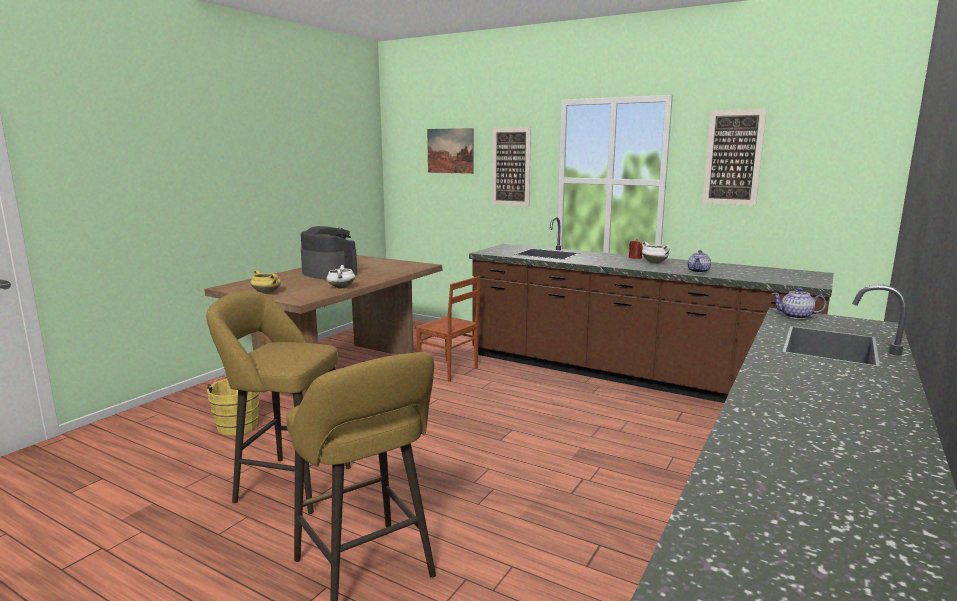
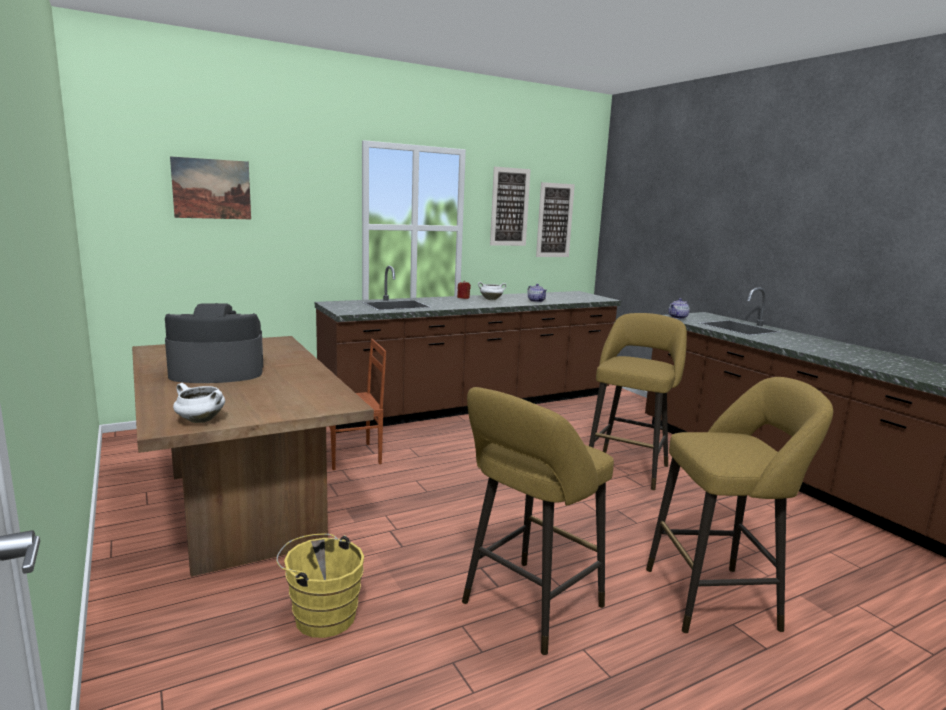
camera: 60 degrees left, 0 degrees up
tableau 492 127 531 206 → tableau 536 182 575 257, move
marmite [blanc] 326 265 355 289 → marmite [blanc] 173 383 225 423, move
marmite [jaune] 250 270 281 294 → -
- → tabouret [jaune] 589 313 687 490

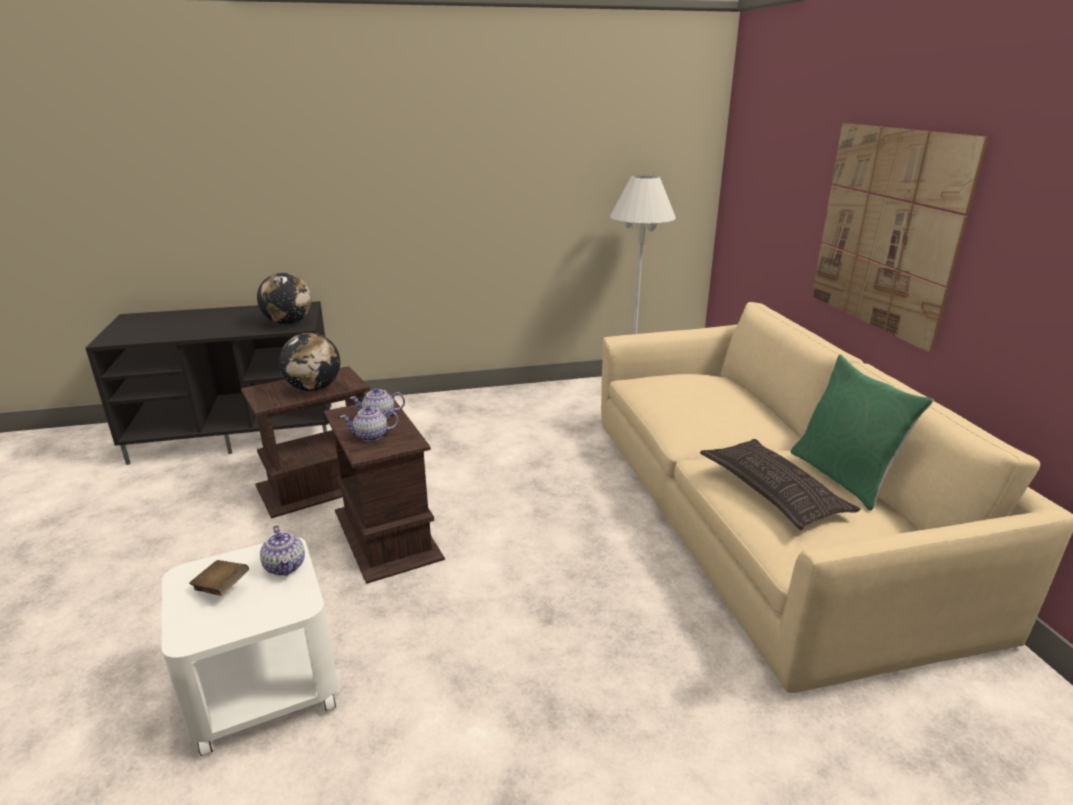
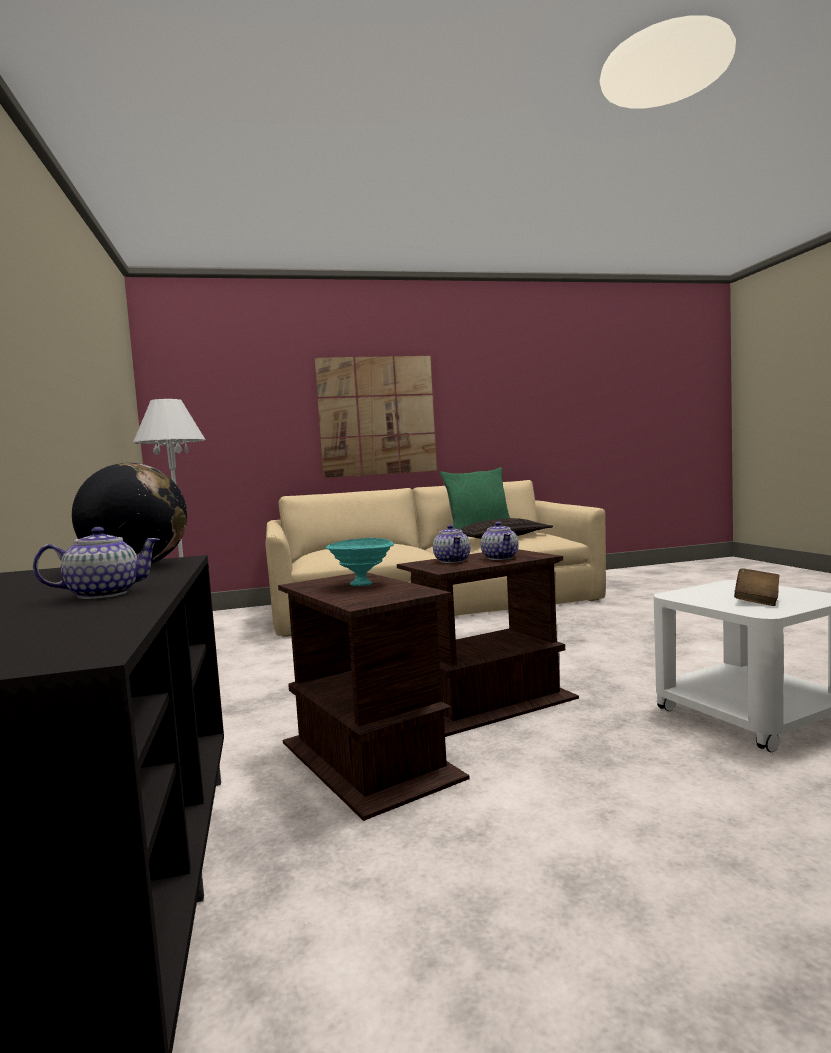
camera: 90 degrees left, 20 degrees down
globe 279 333 340 391 → bol [turquoise] 325 538 394 586
théière 260 525 305 576 → théière 33 527 161 599, move

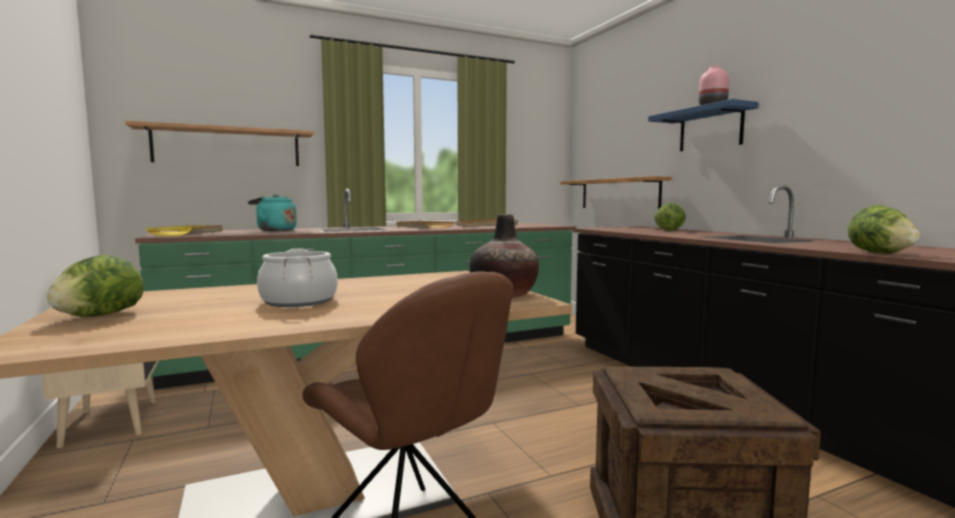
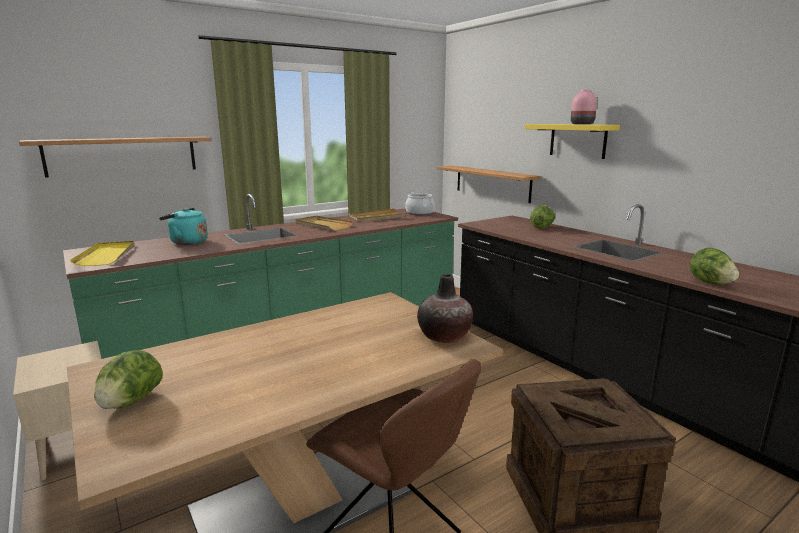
camera: 10 degrees left, 10 degrees up
étagère [bleu] 648 99 759 151 → étagère [jaune] 525 124 620 159
marmite 257 249 338 307 → marmite 405 192 435 215, move

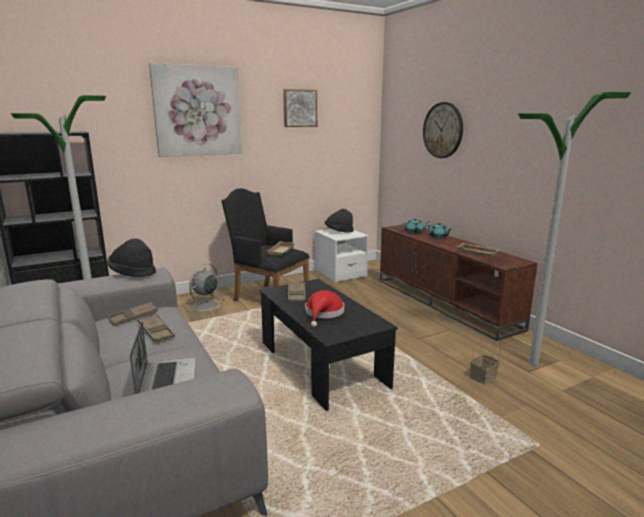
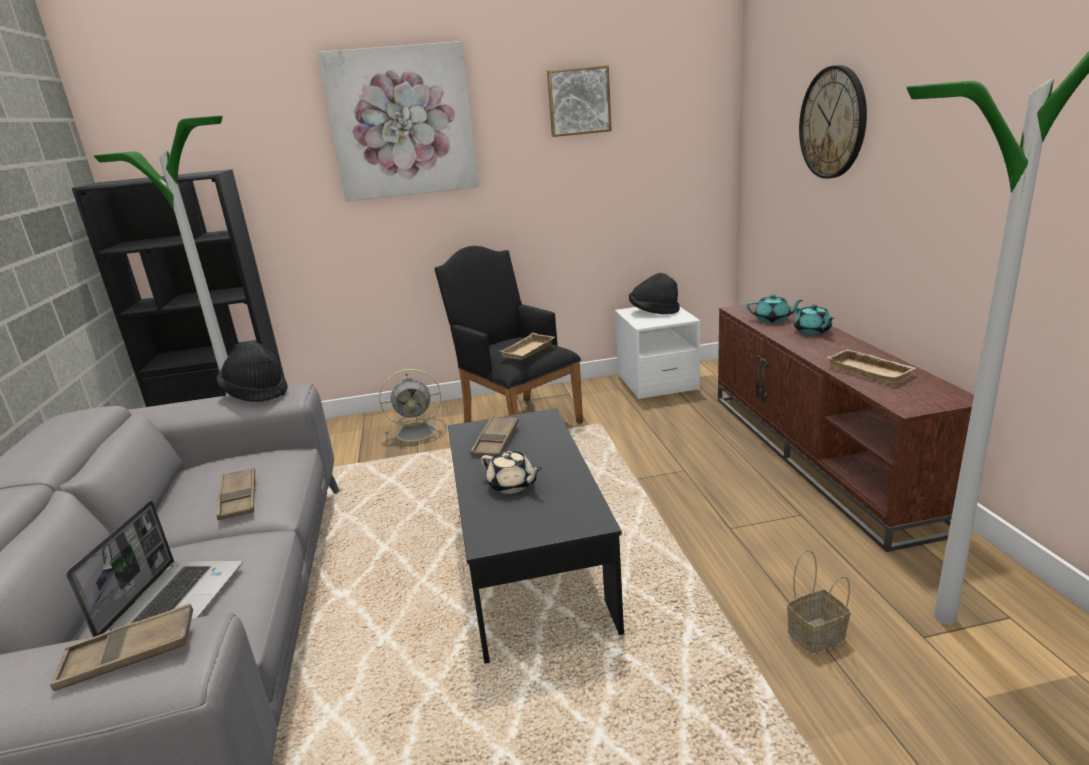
camera: 20 degrees right, 5 degrees up
ventilateur [gris] 186 263 225 314 → ventilateur [gris] 380 369 447 446, 150 degrees counterclockwise
chapeau [rouge] 305 290 344 327 → théière [beige] 481 451 542 494
plateau [marron] 108 302 158 326 → plateau [marron] 50 604 193 691, move

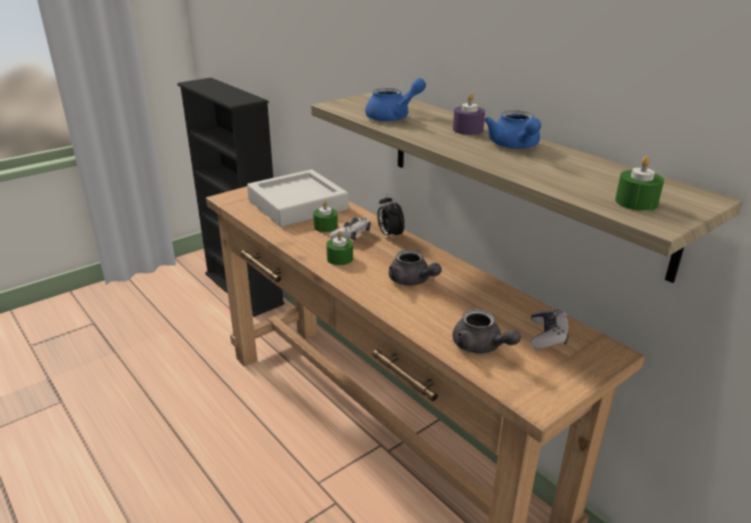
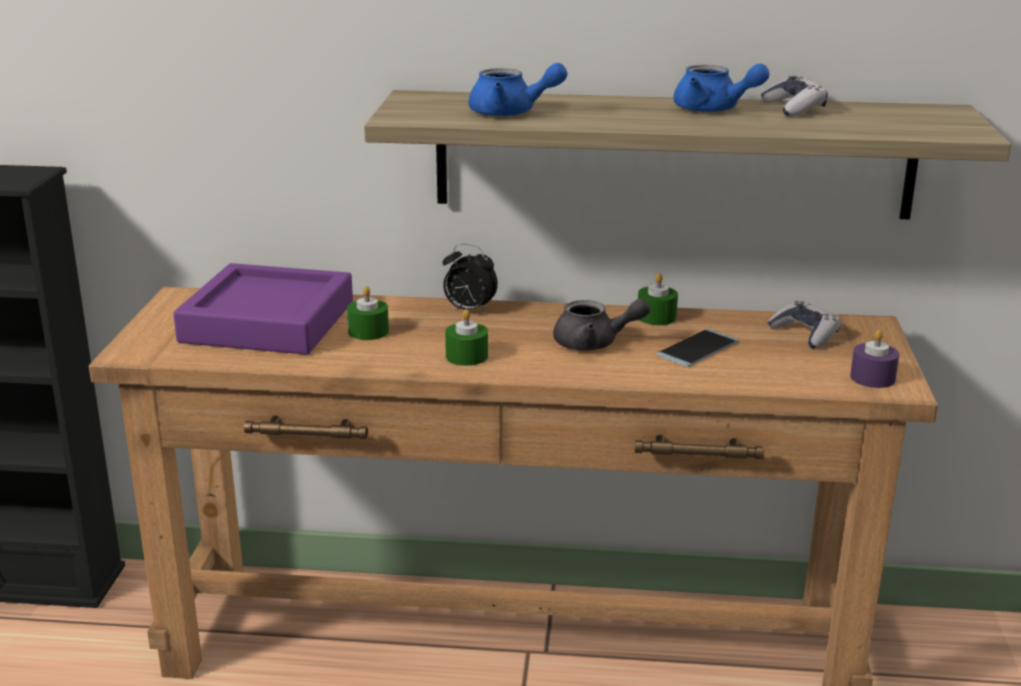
camera: 45 degrees left, 5 degrees down
théière [bleu] 365 78 426 122 → théière [bleu] 468 63 567 117, 90 degrees clockwise
bougie [violet] 453 93 485 135 → bougie [violet] 850 330 899 388, move
bougie [vert] 615 156 664 211 → bougie [vert] 638 273 678 325, move
plateau [gris] 247 170 349 227 → plateau [violet] 173 263 353 355
manette 329 217 371 241 → manette 761 76 828 117, move
théière [gris] 452 309 521 354 → -
- → téléphone 657 329 738 367

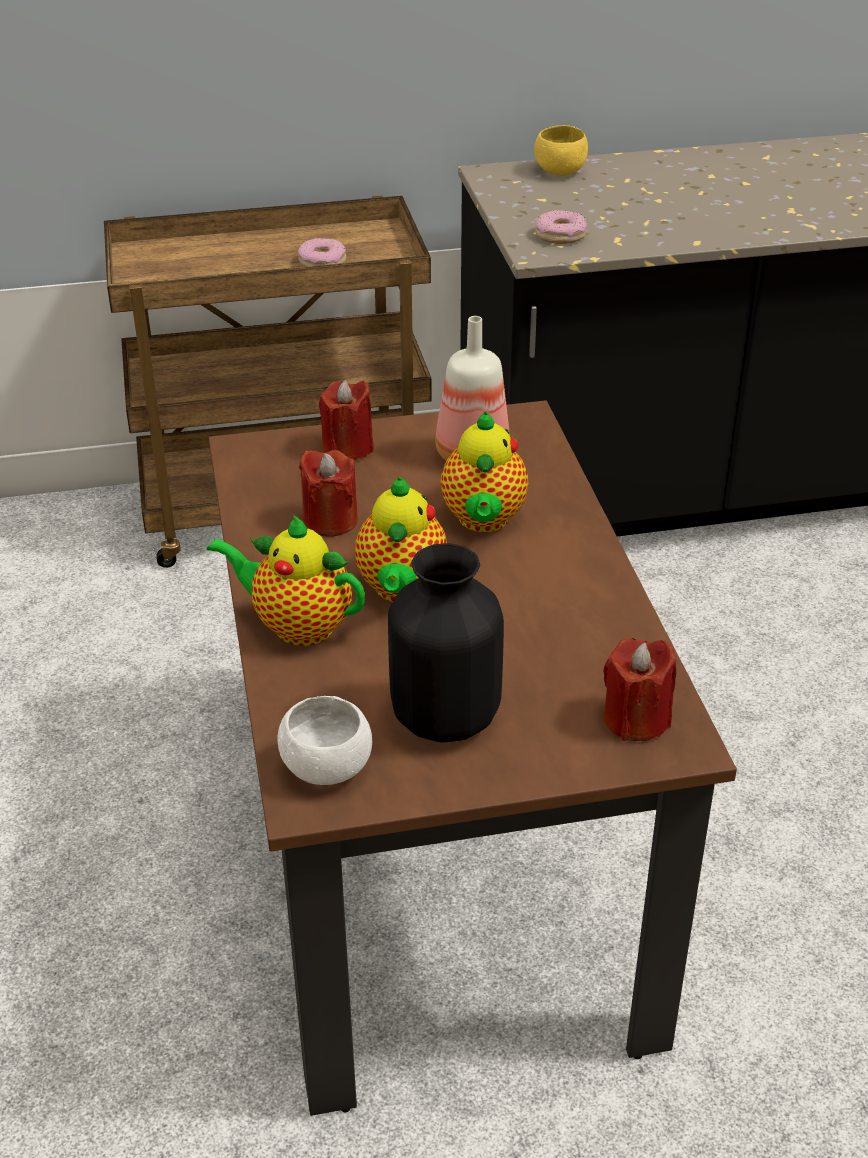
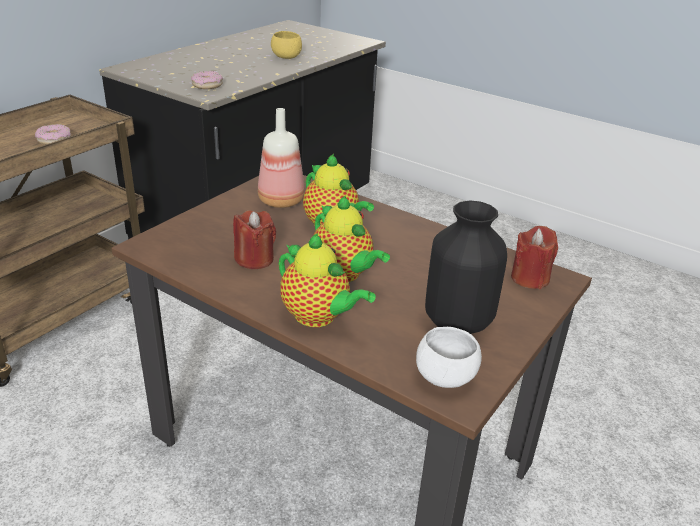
camera: 45 degrees left, 5 degrees down
bol [jaune] 534 125 588 176 → bol [jaune] 271 31 302 59, move
bougie [rouge] 319 380 374 460 → -
théière 207 515 365 646 → théière 279 233 376 327, 120 degrees counterclockwise

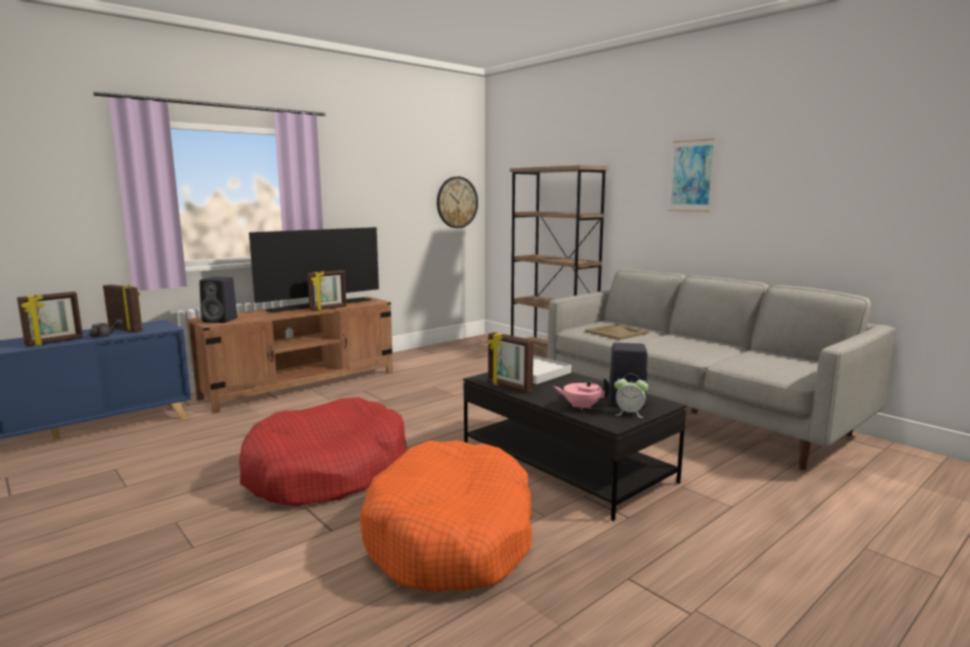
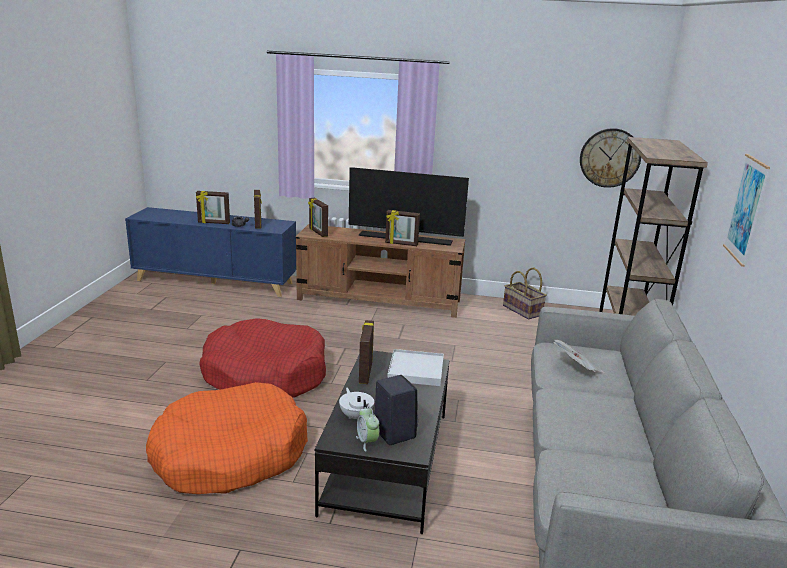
camera: 50 degrees right, 10 degrees up
enceinte [noir] 199 277 238 323 → cadre photo 308 198 328 237
plateau [beige] 585 324 649 340 → journal 553 340 605 373
théière [rose] 553 377 610 411 → théière [blanc] 339 388 374 419
- → panier 503 268 547 319

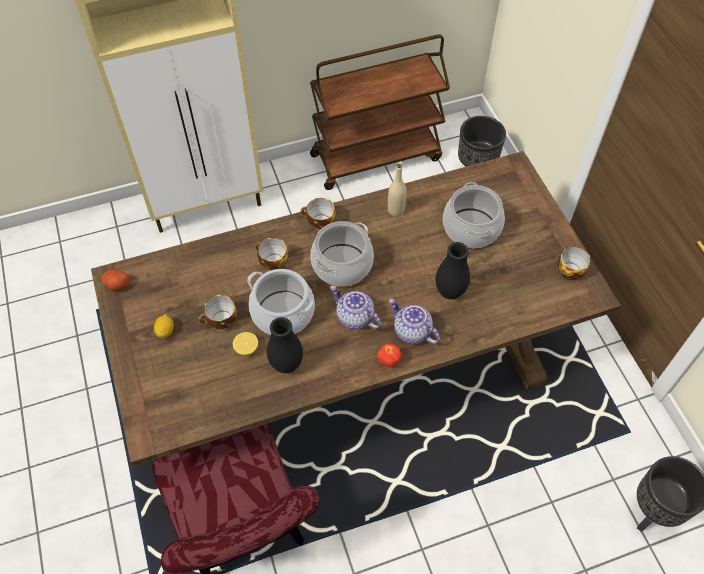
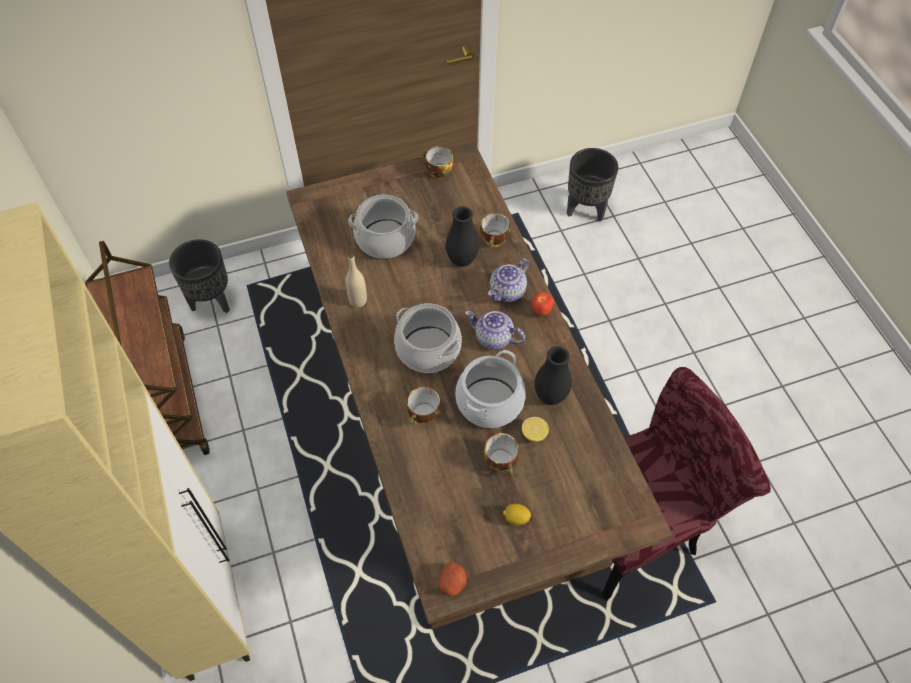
camera: 90 degrees left, 0 degrees up
tasse 301 198 336 231 → tasse 480 213 510 248, move
théière 330 286 381 329 → théière 465 311 525 350, 75 degrees clockwise

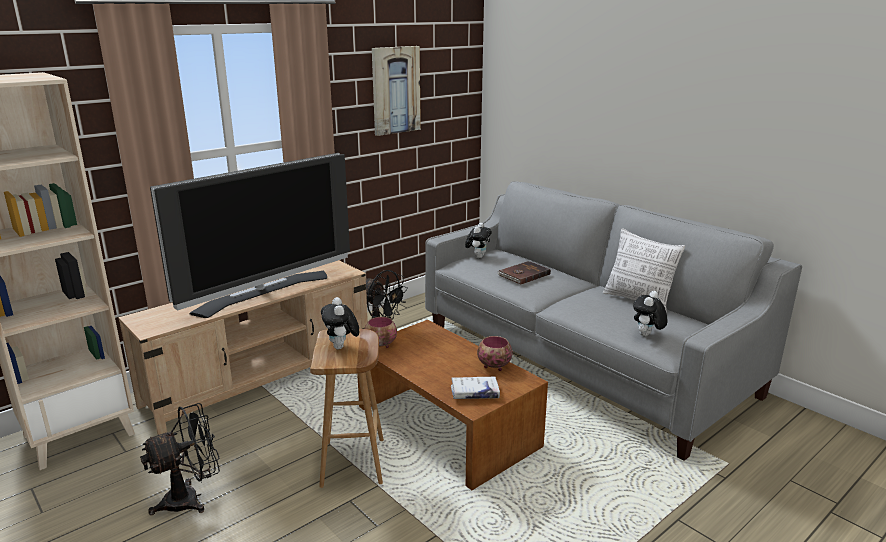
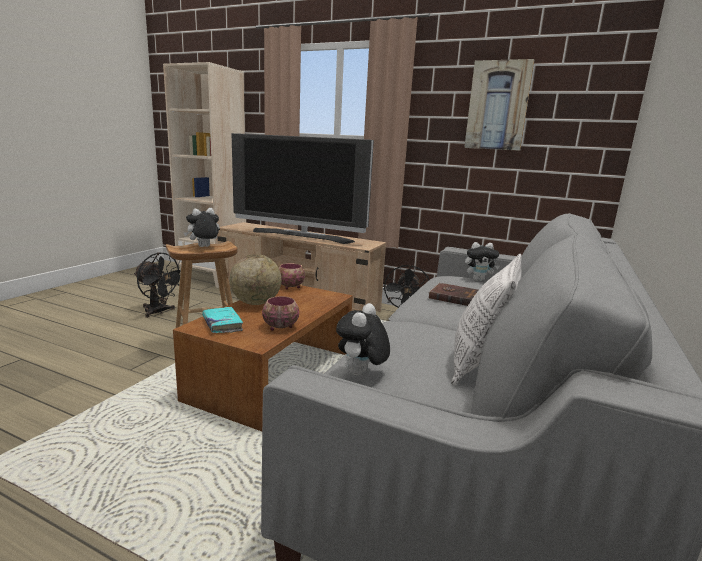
camera: 65 degrees right, 5 degrees down
peluche 633 291 667 336 → peluche 336 303 390 375, 75 degrees counterclockwise
livre [blanc] 451 377 500 399 → livre [turquoise] 202 307 243 333
- → globe 230 254 281 305

